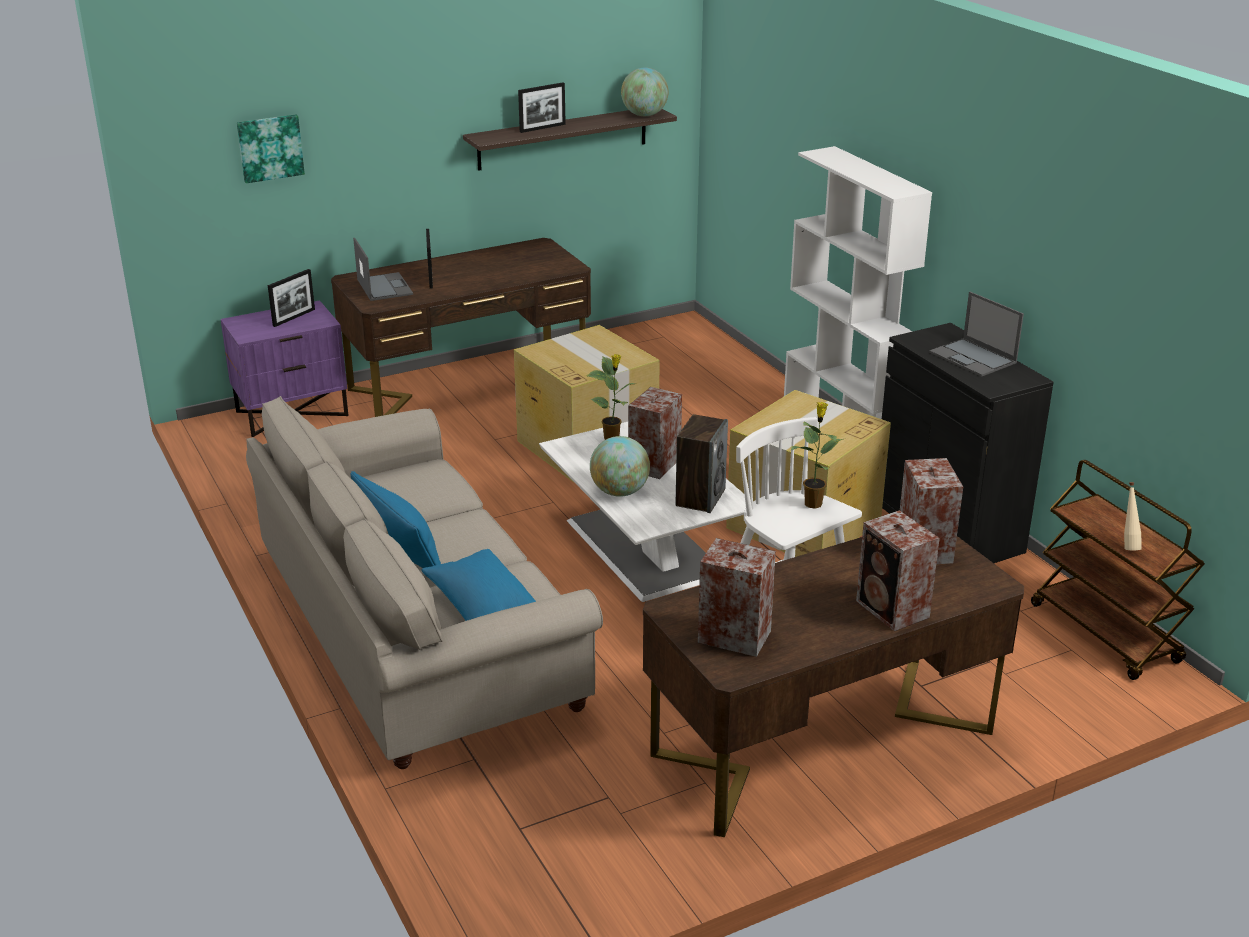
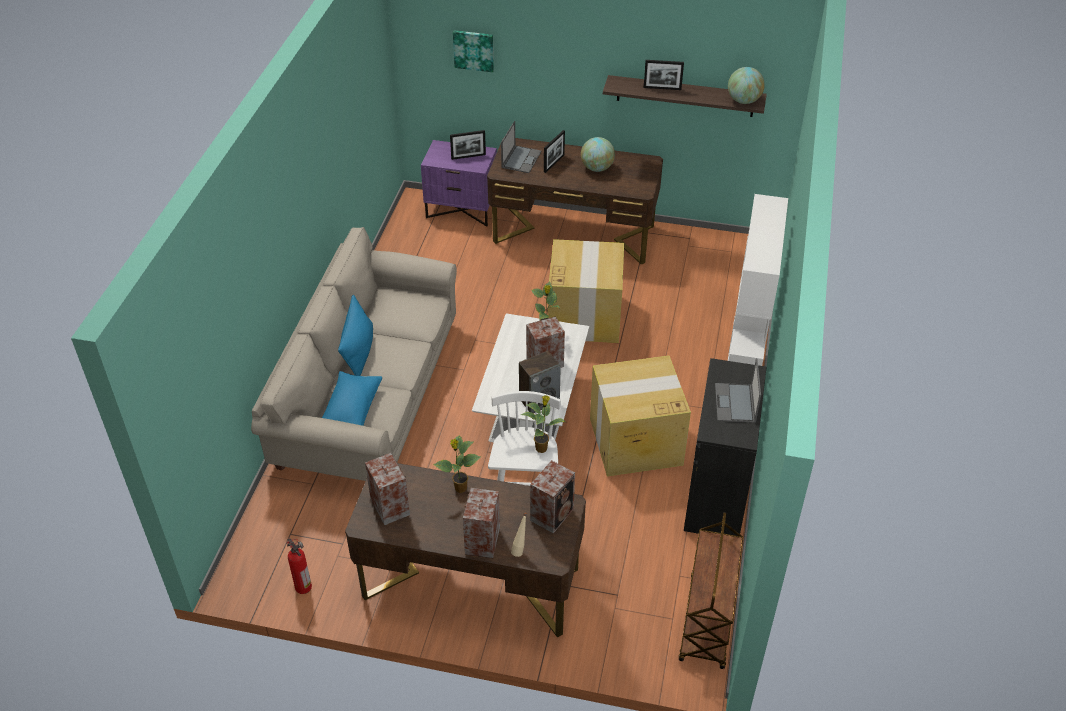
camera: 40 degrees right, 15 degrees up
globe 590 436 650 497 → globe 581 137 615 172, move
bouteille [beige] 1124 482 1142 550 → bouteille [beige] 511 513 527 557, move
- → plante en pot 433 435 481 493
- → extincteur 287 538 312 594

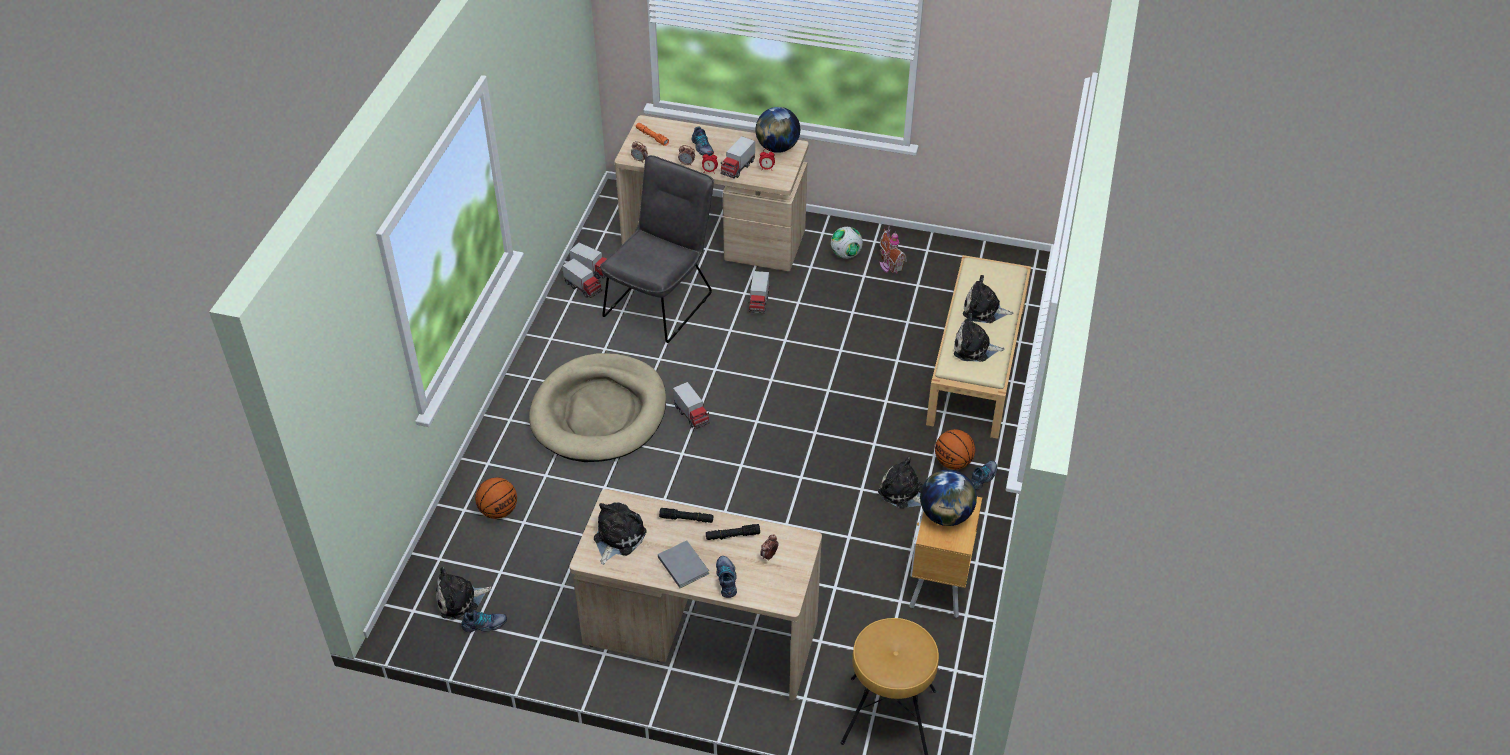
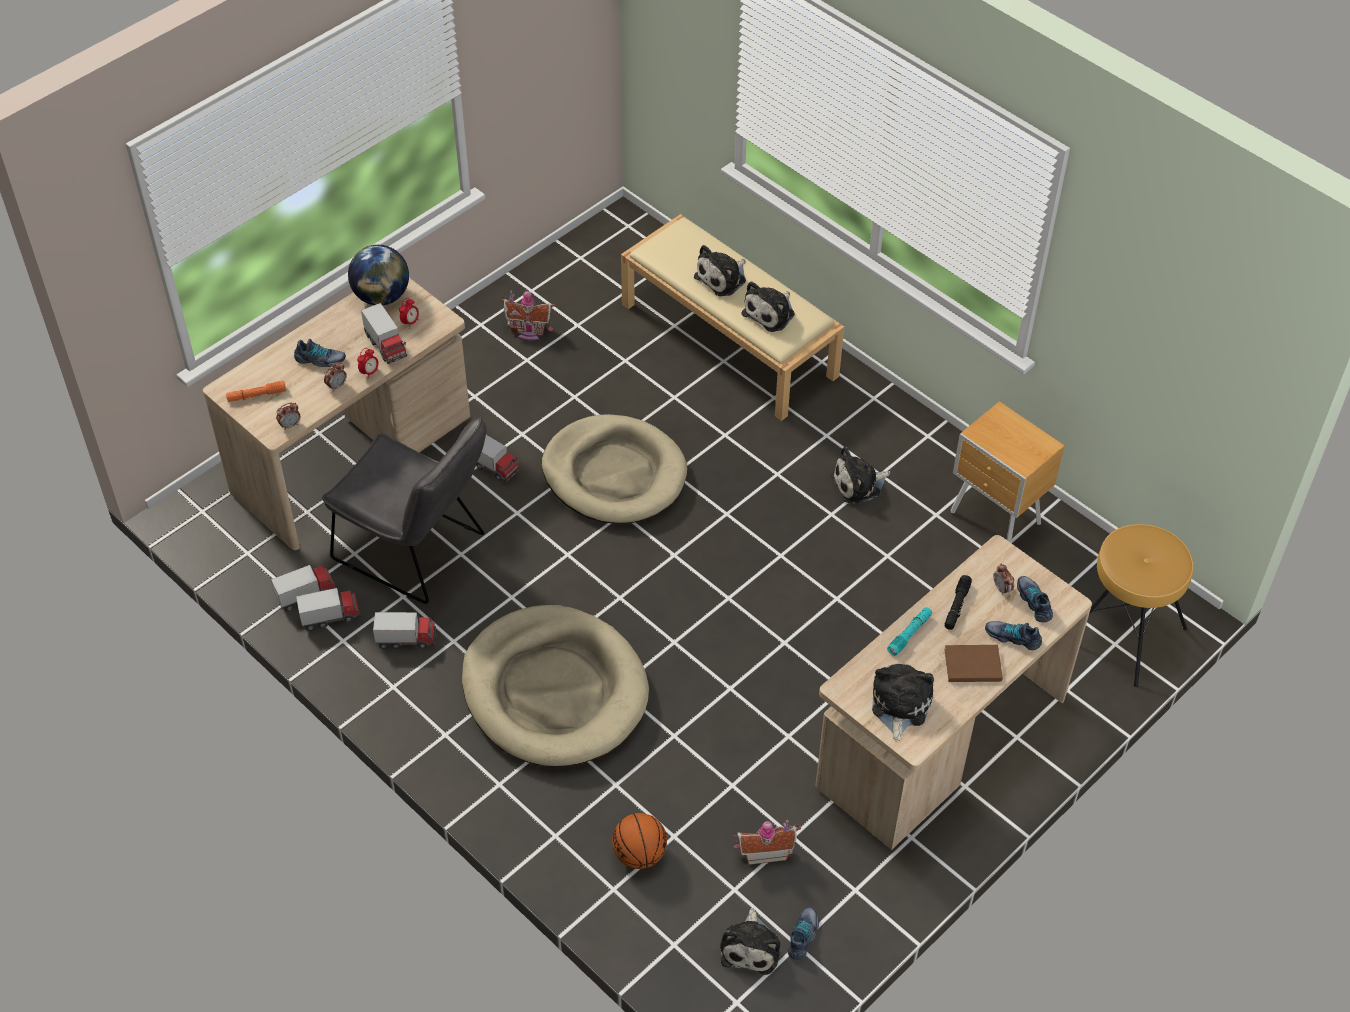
camera: 60 degrees left, 5 degrees up
chaise [gris] 600 155 714 343 → chaise [gris] 322 416 486 604, 150 degrees clockwise
ballon de foot 831 227 863 259 → -
camion jouet 673 382 710 429 → camion jouet 373 612 436 649, move
ballon de basket 935 429 975 470 → -
chaussure 971 461 997 490 → chaussure 1017 576 1053 622, move
globe 920 470 977 526 → -
peluche 594 502 647 565 → peluche 872 663 934 742, 45 degrees clockwise
lampe de poche [noir] 659 508 713 523 → lampe de poche [turquoise] 887 607 932 656
livre [gris] 658 541 709 588 → livre [marron] 945 645 1003 682
- → panier pour chien [beige] 542 414 687 524
- → maison miniature 733 820 801 865

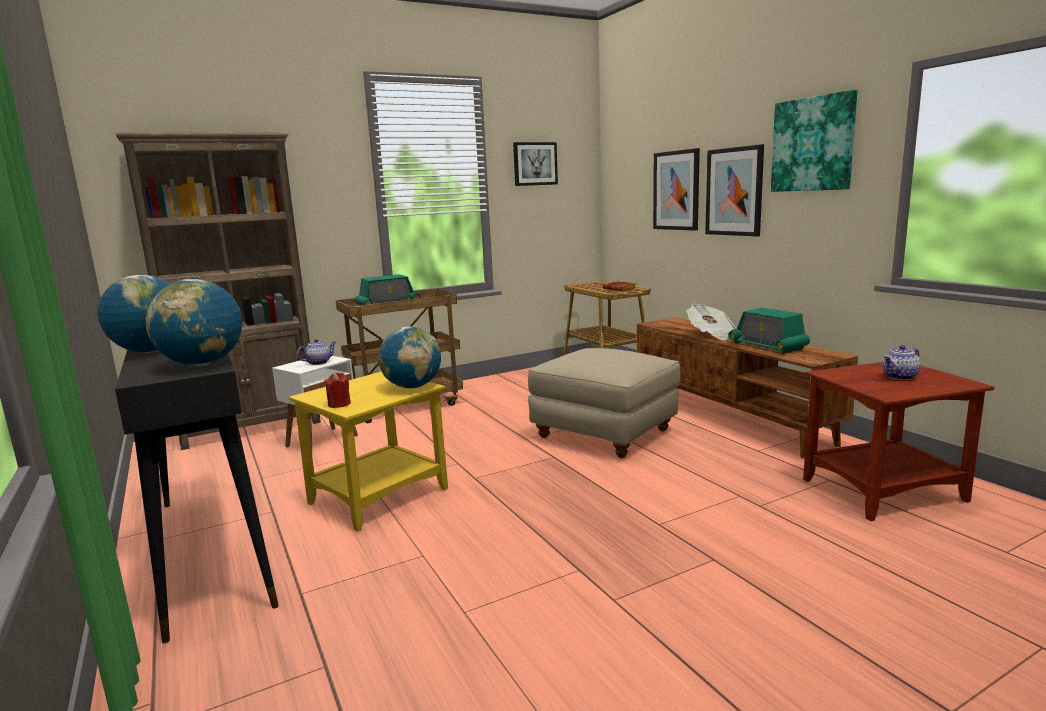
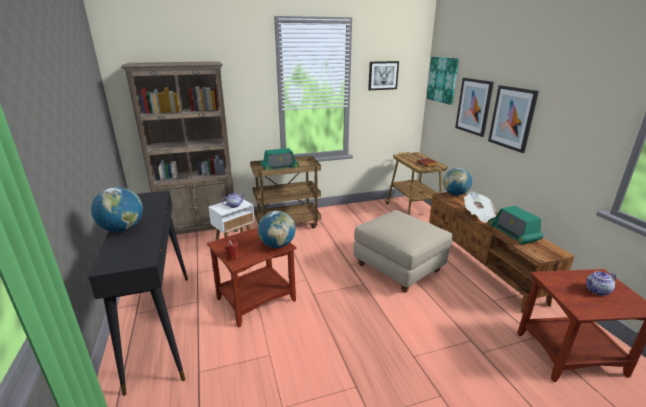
camera: 10 degrees right, 10 degrees up
tableau 771 90 857 192 → tableau 427 57 459 105, move
globe 146 279 242 366 → globe 443 168 472 196, move
table d'appoint [jaune] 289 371 448 532 → table d'appoint [marron] 207 227 297 328

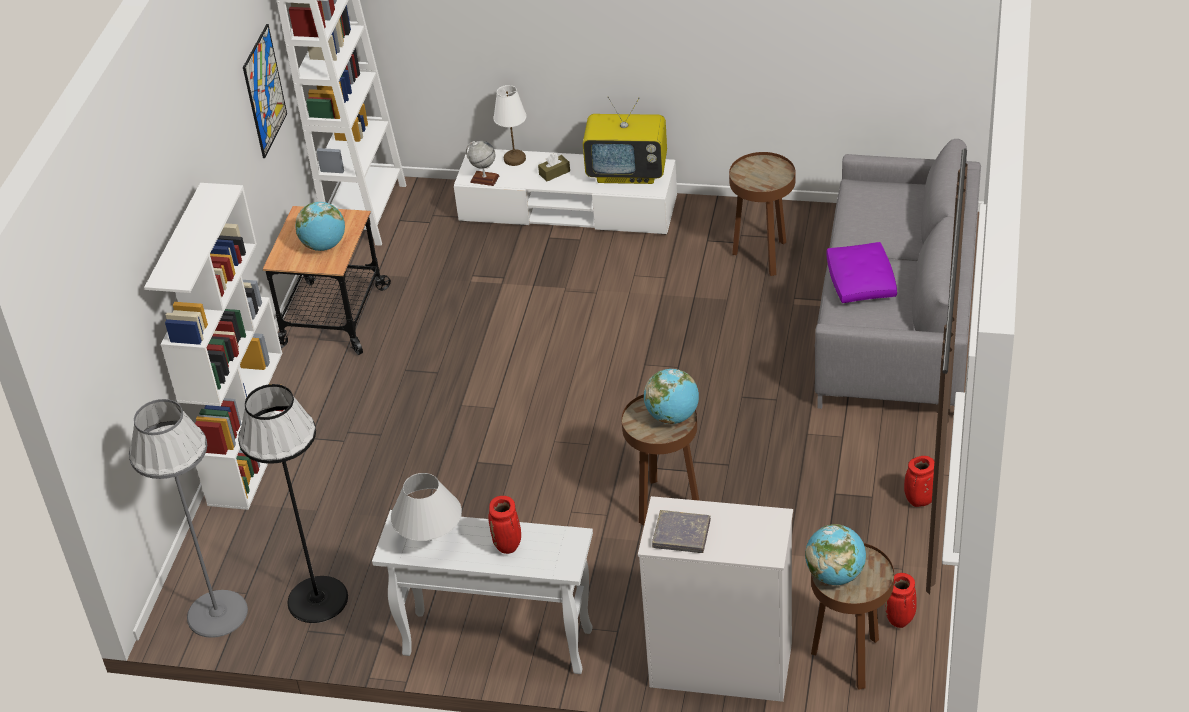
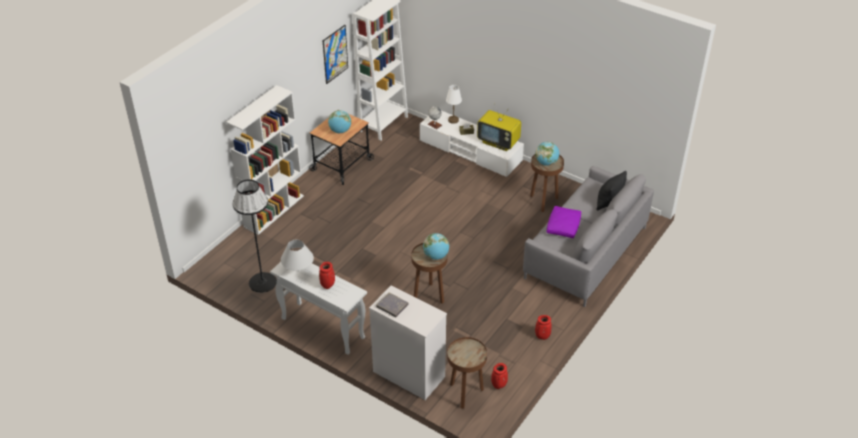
camera: 20 degrees right, 0 degrees up
lampadaire [gris] 129 399 248 638 → -
globe 805 524 866 585 → globe 535 142 559 166, move
- → coussin [noir] 596 171 627 211

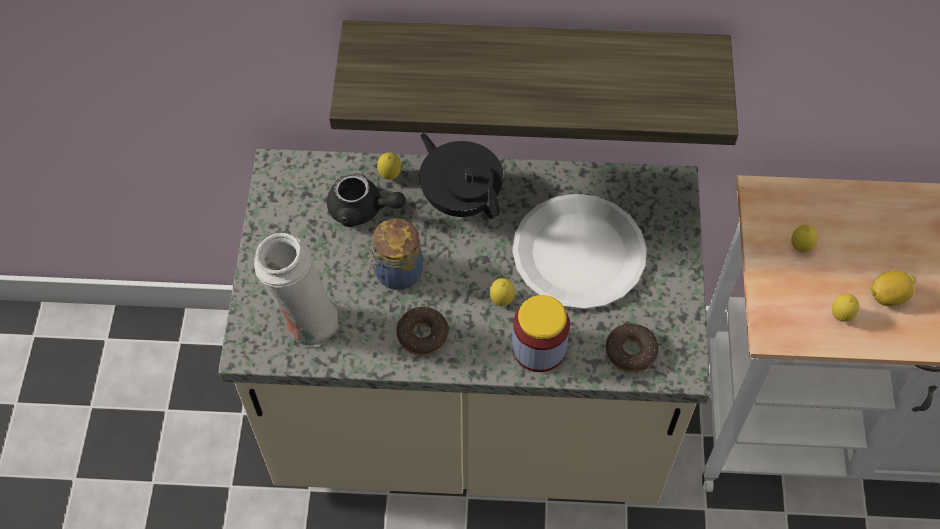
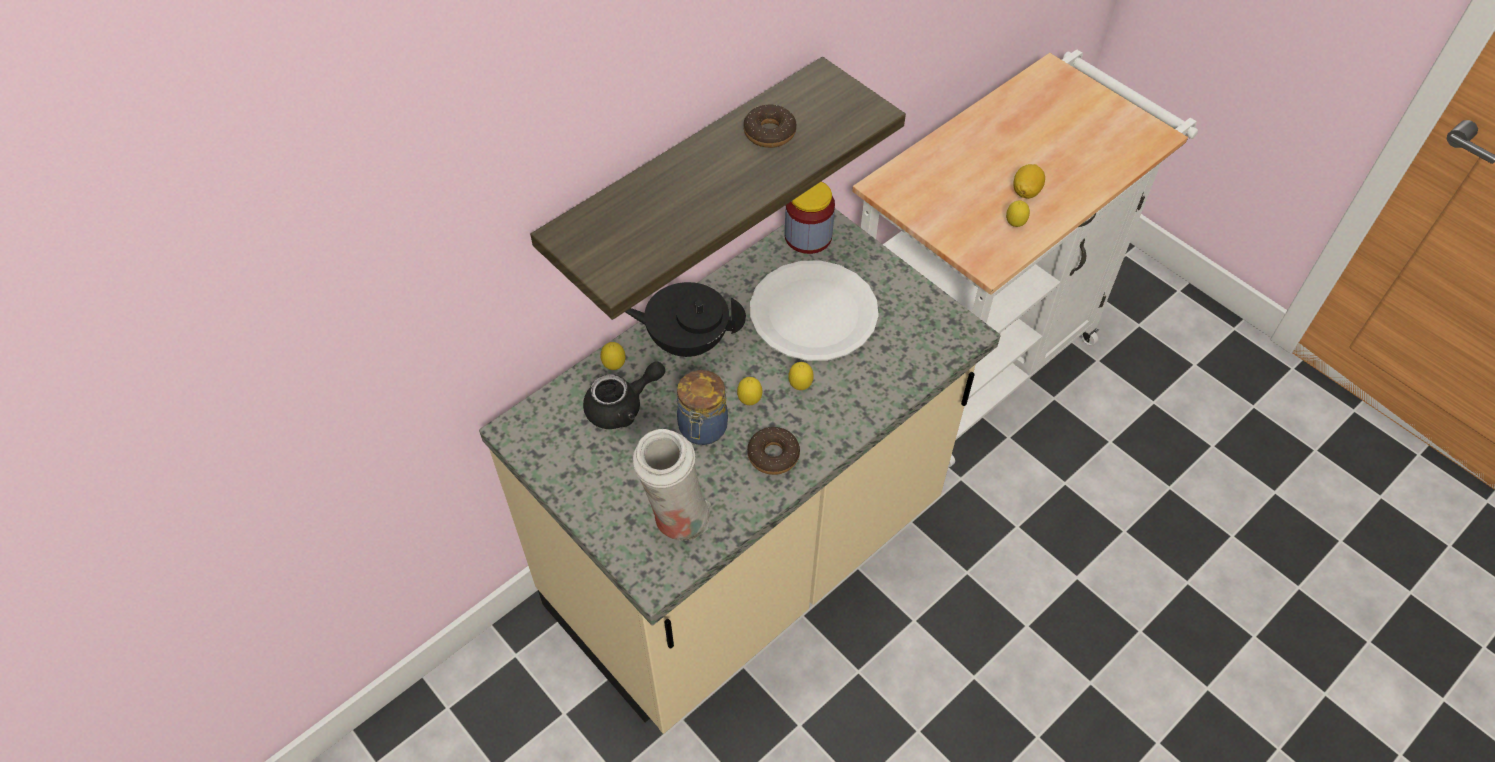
camera: 45 degrees left, 5 degrees down
citron 791 225 818 252 → citron 737 377 763 405, move
bocal 512 295 570 372 → bocal 785 181 835 254, move
beignet 606 323 658 373 → beignet 743 105 797 148, move

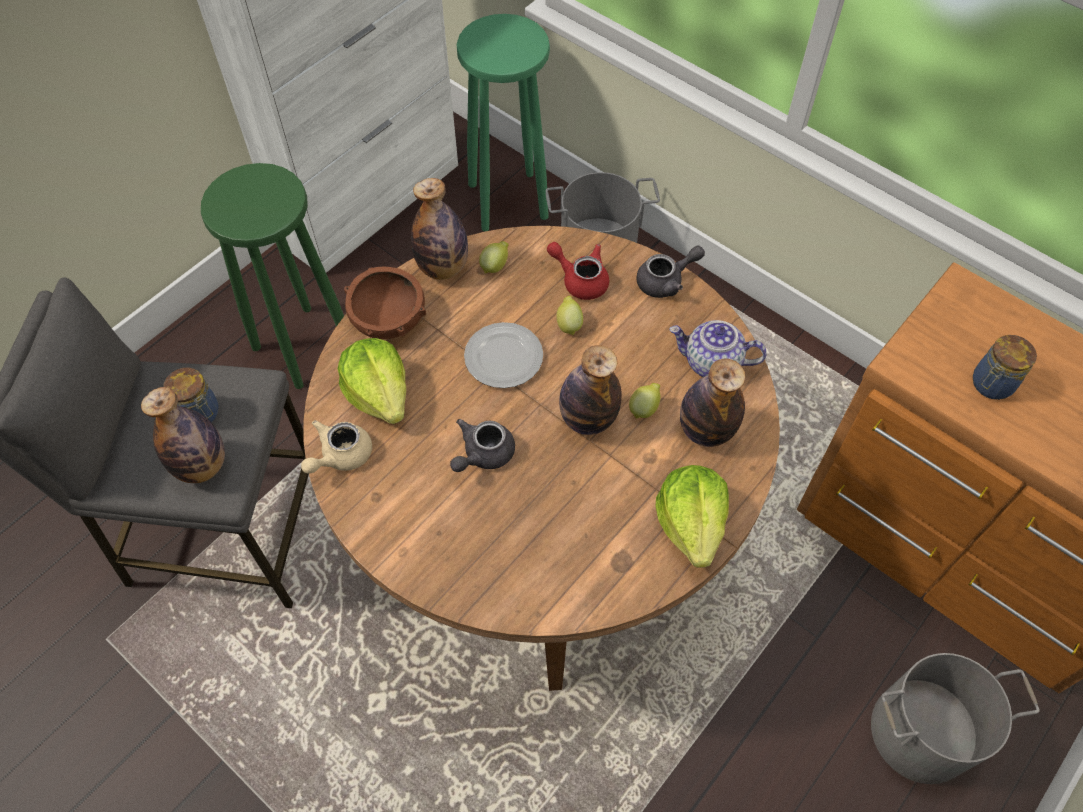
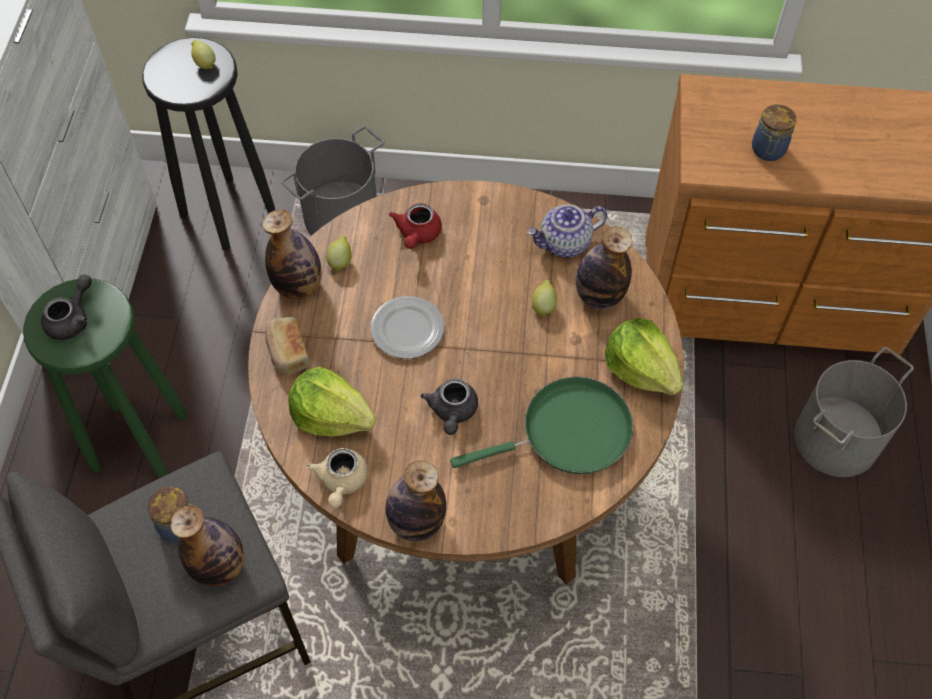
camera: 35 degrees left, 0 degrees up
tabouret [vert] 456 14 550 231 → tabouret [noir] 142 37 275 250
théière [rouge] 547 242 609 300 → théière [rouge] 389 203 442 249, 75 degrees counterclockwise
théière [gris] 636 245 705 298 → théière [gris] 41 274 92 340, move
bol [marron] 344 266 426 339 → pain 265 317 310 375
citron 556 296 583 335 → citron 191 40 216 69, move
bouteille 559 345 622 435 → bouteille 385 460 446 541, move
- → poêle [vert] 450 377 633 474

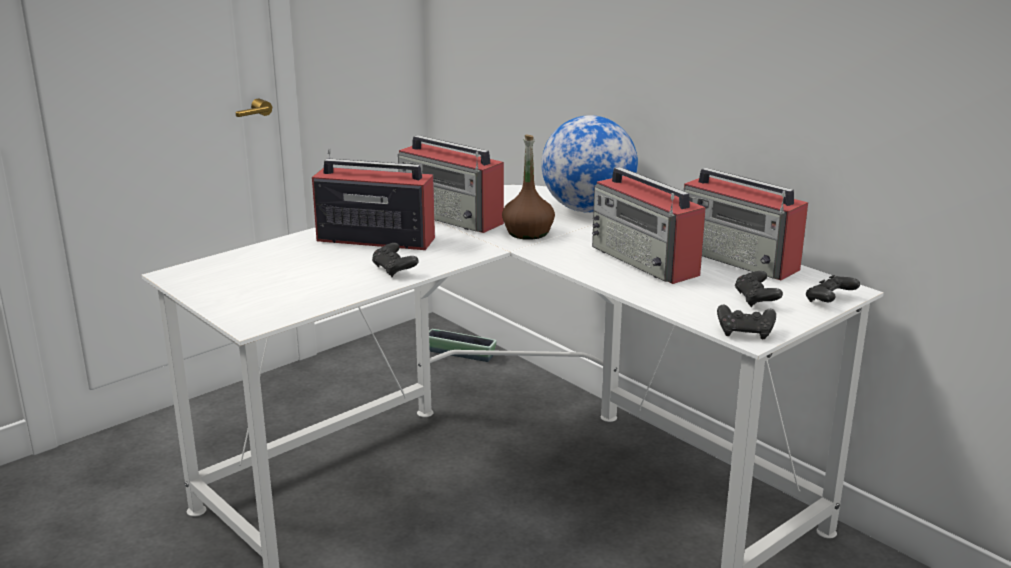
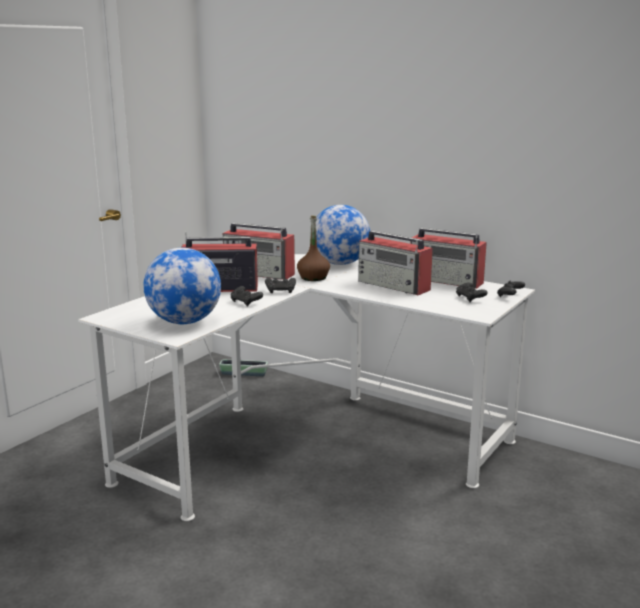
camera: 15 degrees left, 5 degrees down
manette [noir] 717 305 776 339 → manette [noir] 265 278 296 293, move
- → globe 143 248 221 324

